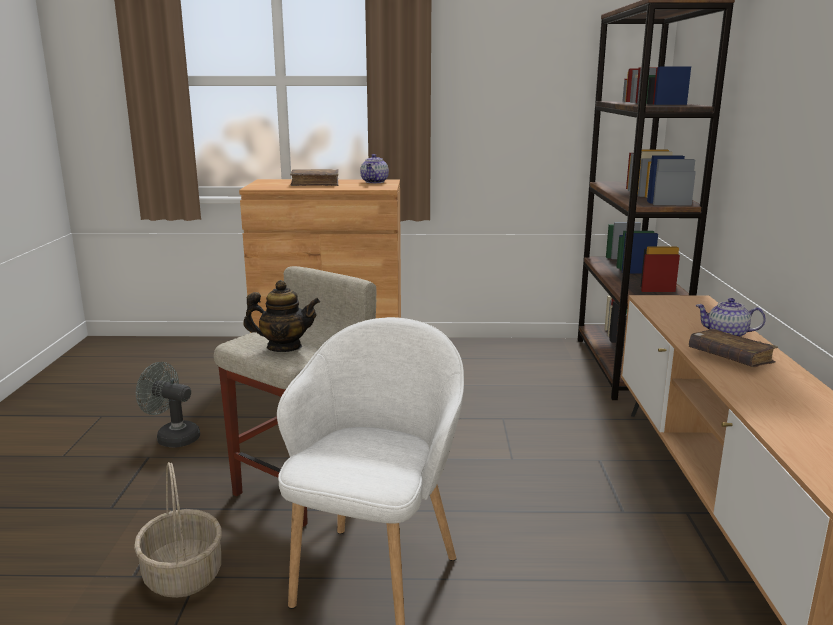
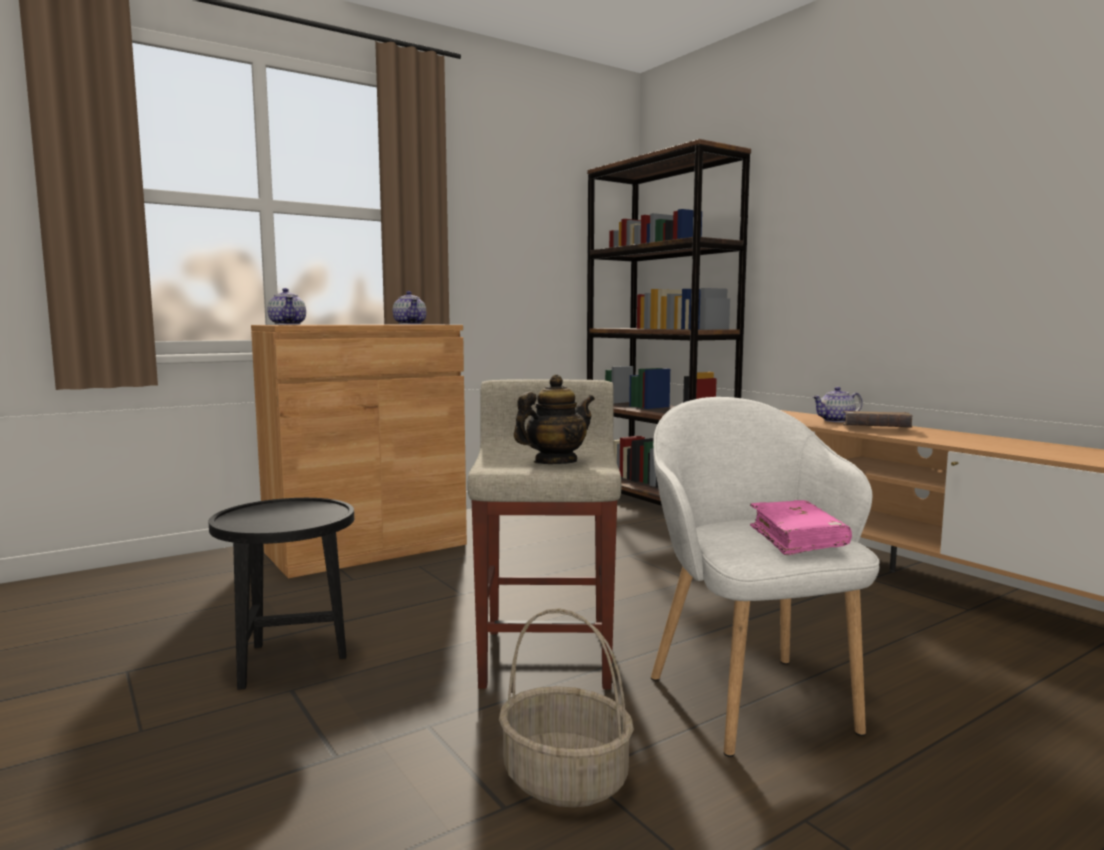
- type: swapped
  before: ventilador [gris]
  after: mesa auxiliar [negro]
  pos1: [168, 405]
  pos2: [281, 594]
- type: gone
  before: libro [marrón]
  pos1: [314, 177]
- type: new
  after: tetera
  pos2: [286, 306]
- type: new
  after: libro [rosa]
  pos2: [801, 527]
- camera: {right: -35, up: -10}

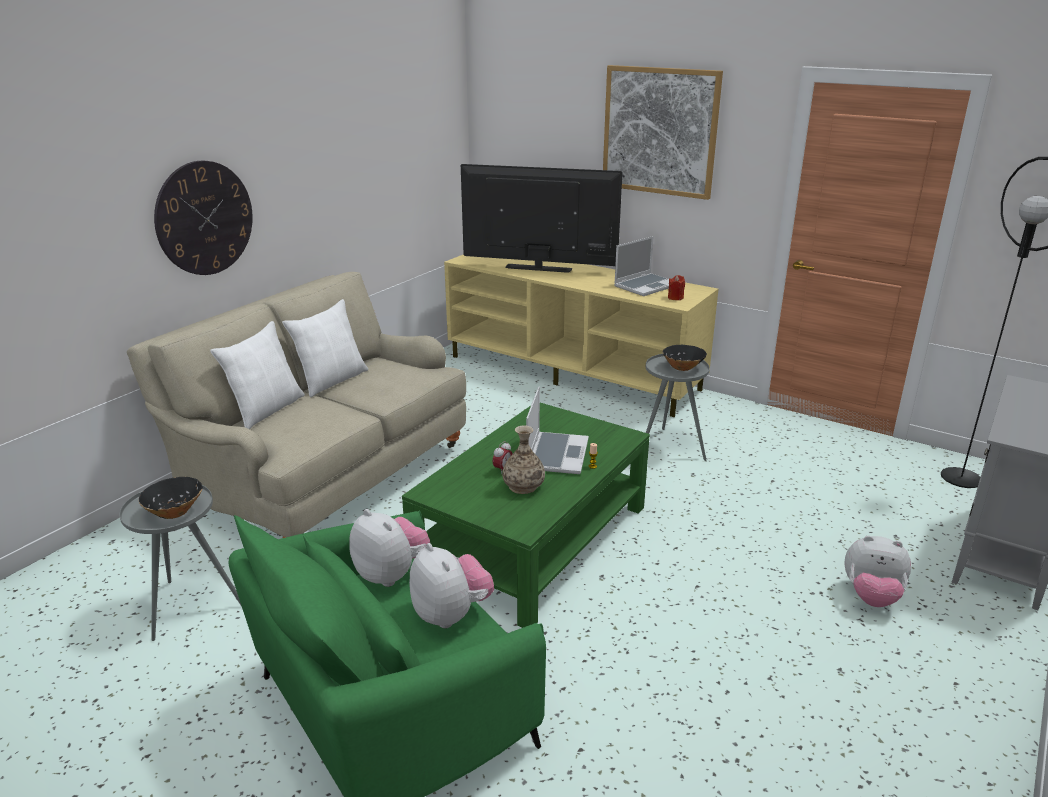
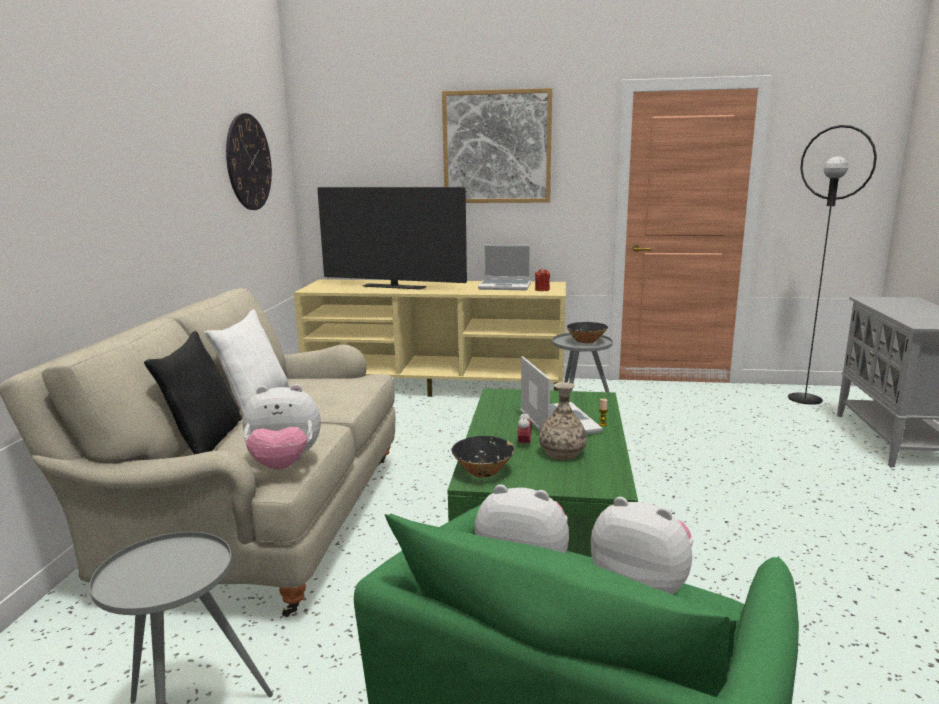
- type: shifted
  before: cuenco [negro]
  pos1: [171, 498]
  pos2: [483, 457]
- type: shifted
  before: reloj de pared
  pos1: [203, 218]
  pos2: [249, 161]
- type: repainted
  before: cojín [blanco]
  after: cojín [negro]
  pos1: [257, 375]
  pos2: [193, 393]
- type: rotated
  before: televisor
  pos1: [542, 218]
  pos2: [392, 238]
  turn: -150
- type: rotated
  before: portátil
  pos1: [641, 266]
  pos2: [504, 267]
  turn: 75
- type: shifted
  before: peluche
  pos1: [877, 571]
  pos2: [282, 427]
- camera: {right: -25, up: -10}

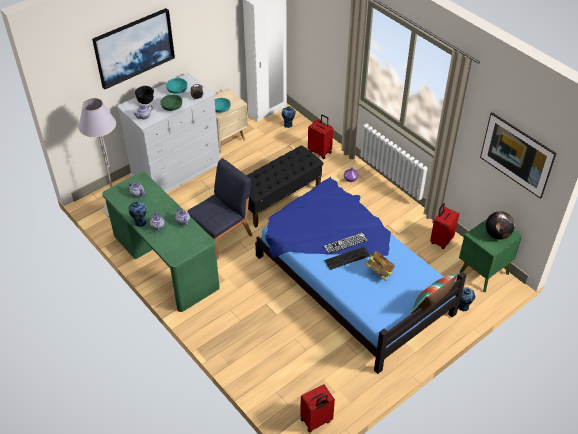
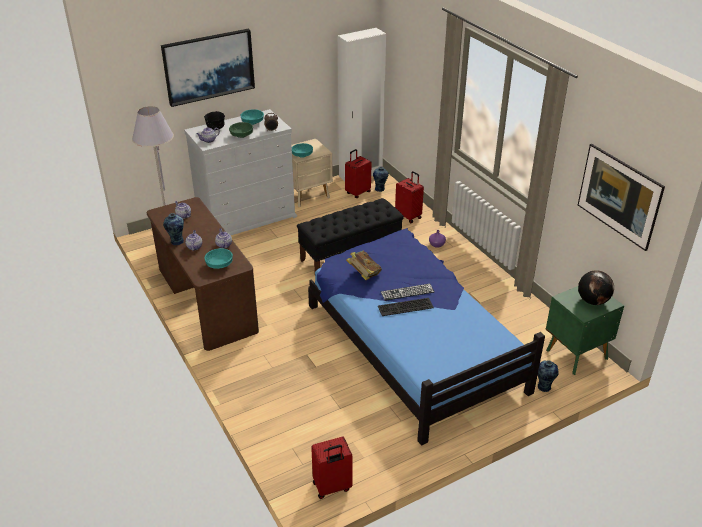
- type: repainted
  before: escritorio [verde]
  after: escritorio [marrón]
  pos1: [161, 242]
  pos2: [203, 274]
- type: gone
  before: silla [azul]
  pos1: [219, 208]
- type: shifted
  before: libro
  pos1: [380, 266]
  pos2: [364, 265]
- type: gone
  before: cojín
  pos1: [434, 293]
- type: shifted
  before: maleta [rojo]
  pos1: [444, 226]
  pos2: [358, 173]
- type: new
  after: cuenco [turquesa]
  pos2: [218, 258]
- camera: {right: 10, up: -10}

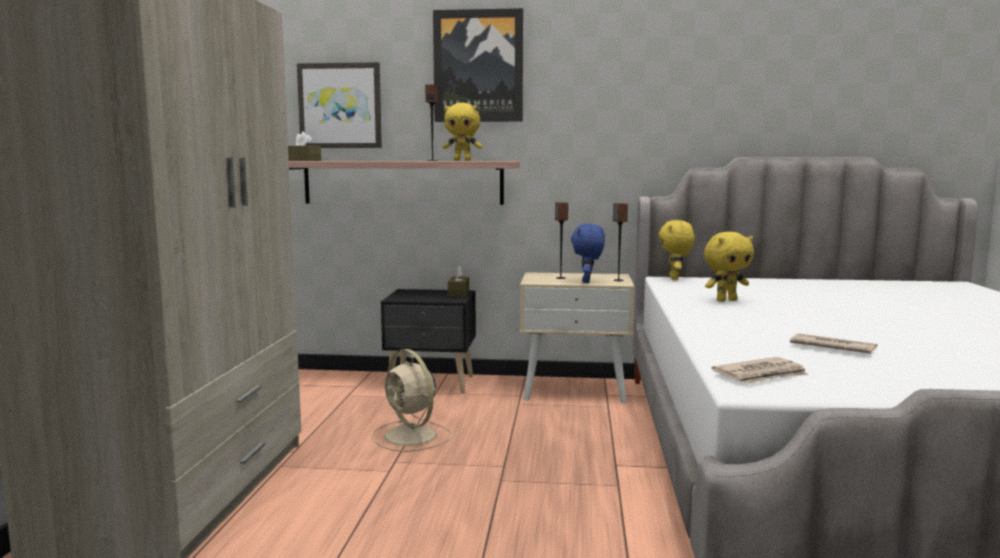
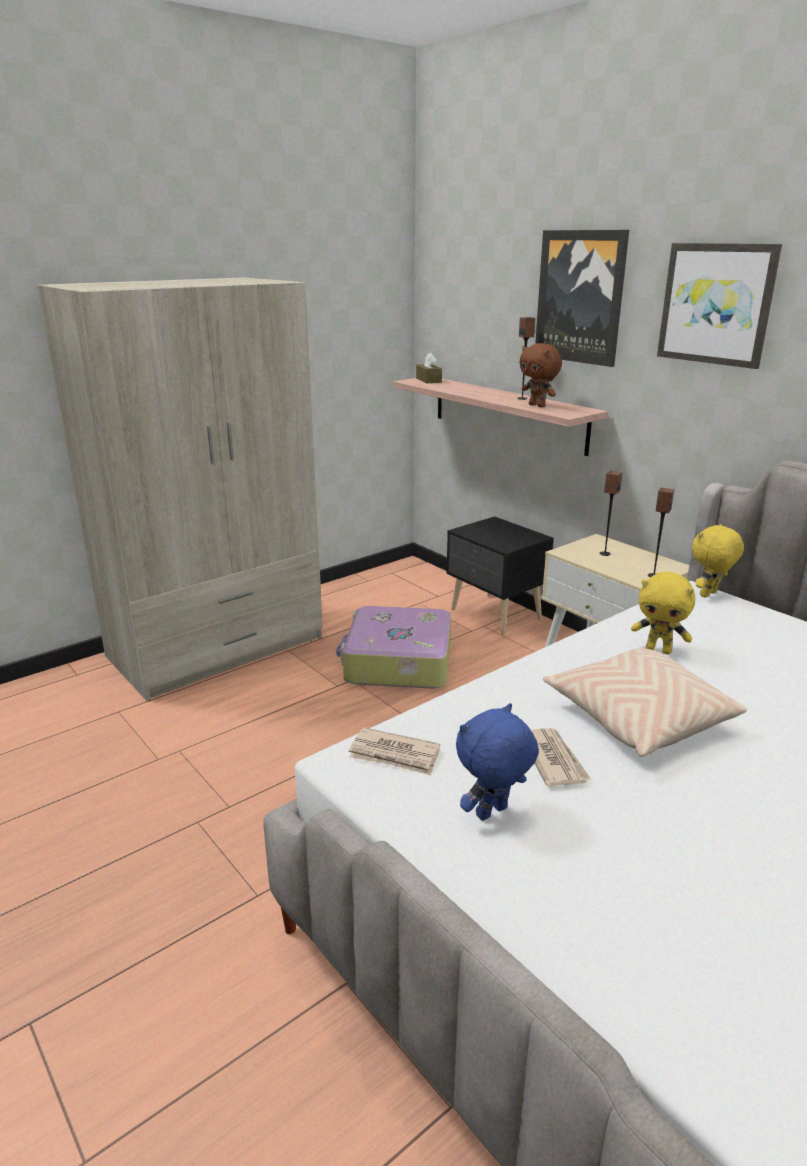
- type: shifted
  before: cuadro
  pos1: [339, 105]
  pos2: [719, 306]
- type: swapped
  before: ventilador [beis]
  after: maleta
  pos1: [412, 400]
  pos2: [393, 647]
- type: repainted
  before: peluche [amarillo]
  after: peluche [marrón]
  pos1: [462, 131]
  pos2: [541, 375]
- type: gone
  before: caja de pañuelos [marrón]
  pos1: [458, 281]
- type: shifted
  before: peluche [azul]
  pos1: [588, 253]
  pos2: [497, 762]
- type: new
  after: cojín [beis]
  pos2: [645, 702]
- camera: {right: 45, up: 15}

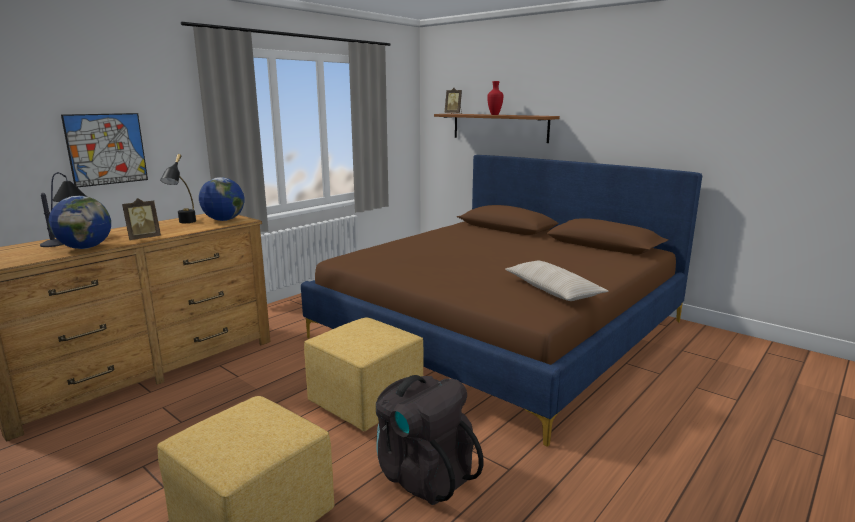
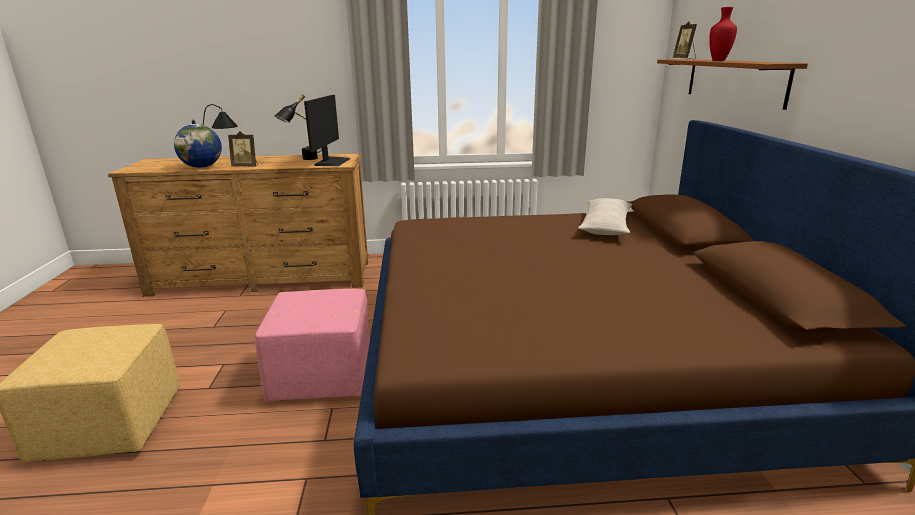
- type: gone
  before: cuadro
  pos1: [104, 150]
- type: swapped
  before: globo terráqueo
  after: monitor
  pos1: [221, 199]
  pos2: [327, 130]
- type: repainted
  before: puf [amarillo]
  after: puf [rosa]
  pos1: [363, 374]
  pos2: [312, 345]
- type: gone
  before: mochila [negro]
  pos1: [430, 440]
- type: shifted
  before: cojín [beis]
  pos1: [556, 281]
  pos2: [605, 216]
- camera: {right: 45, up: 5}

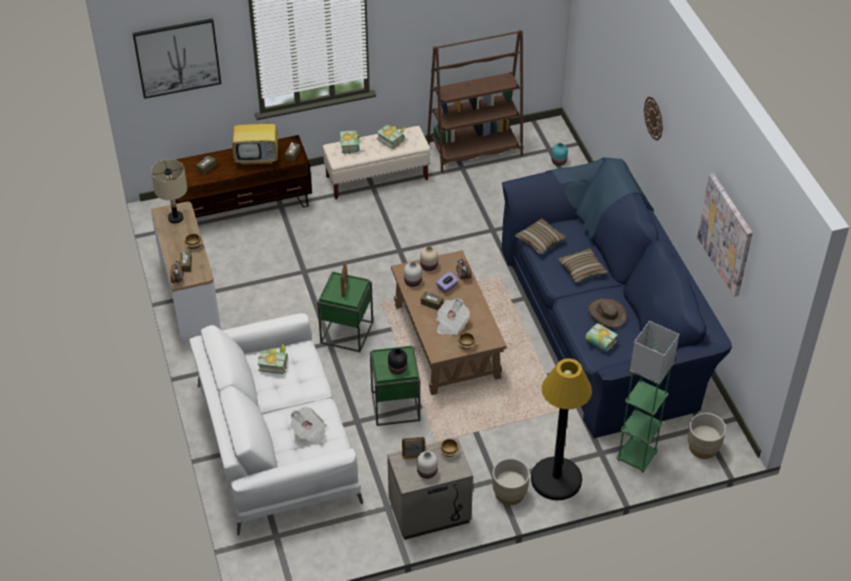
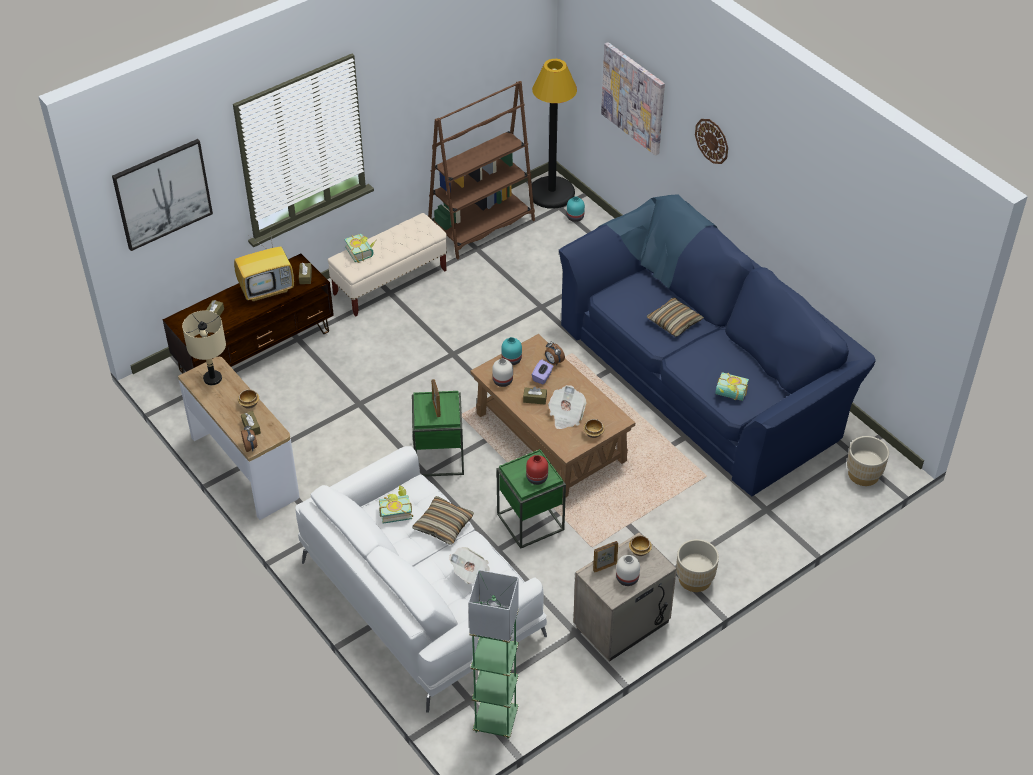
- type: gone
  before: libro
  pos1: [390, 137]
- type: repainted
  before: florero [negro]
  after: florero [rojo]
  pos1: [397, 362]
  pos2: [537, 470]
- type: repainted
  before: florero [beis]
  after: florero [turquesa]
  pos1: [429, 258]
  pos2: [511, 351]
- type: shifted
  before: cojín
  pos1: [540, 236]
  pos2: [443, 520]
- type: shifted
  before: lámpara de pie [negro]
  pos1: [561, 429]
  pos2: [554, 134]
- type: gone
  before: sombrero [marrón]
  pos1: [607, 313]
- type: shifted
  before: lámpara de pie [verde]
  pos1: [647, 397]
  pos2: [493, 654]
- type: shifted
  before: cuadro
  pos1: [725, 235]
  pos2: [633, 99]
- camera: {right: -20, up: 0}

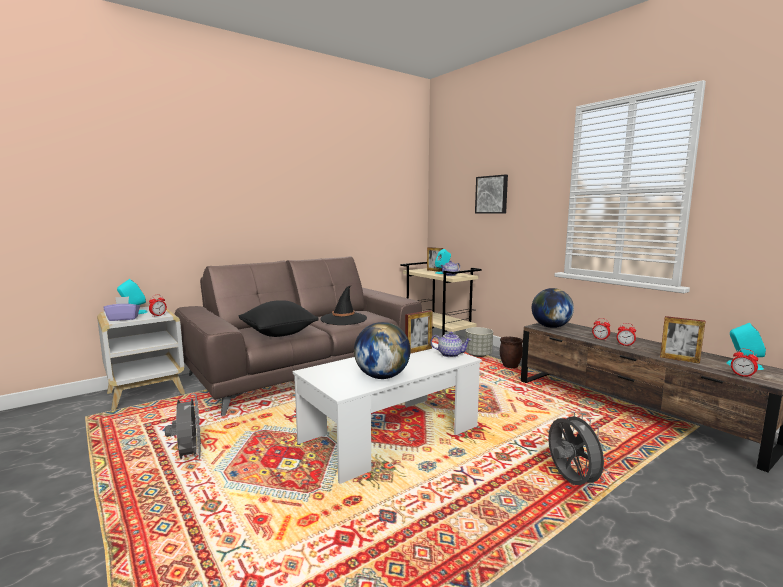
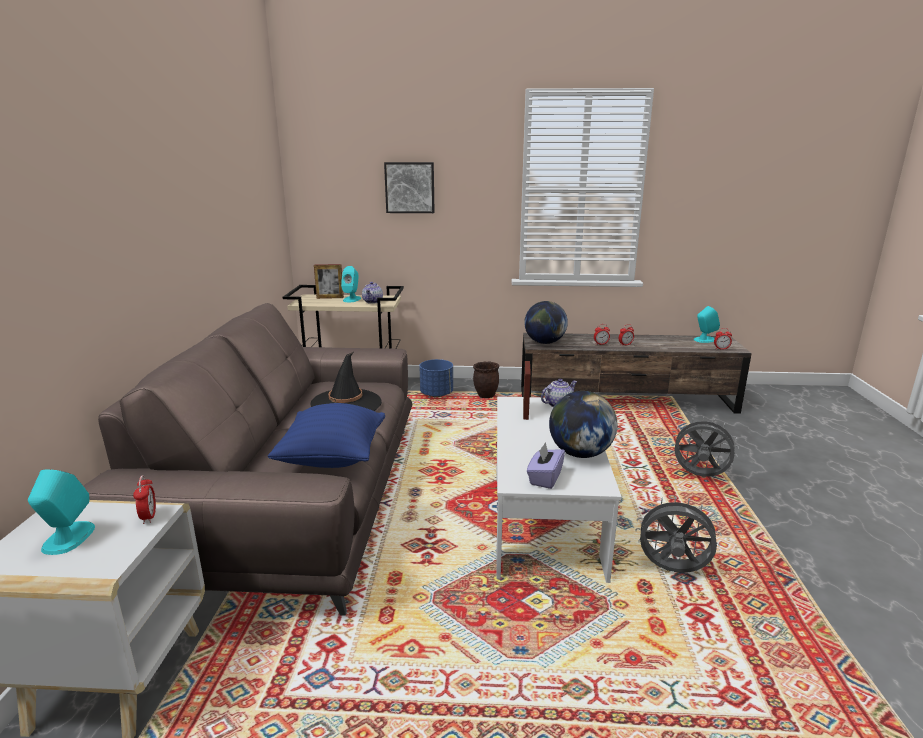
- type: shifted
  before: caja de pañuelos [morado]
  pos1: [121, 309]
  pos2: [546, 465]
- type: shifted
  before: ventilador [gris]
  pos1: [183, 427]
  pos2: [679, 534]
- type: repainted
  before: cojín [negro]
  after: cojín [azul]
  pos1: [279, 318]
  pos2: [326, 435]
- type: repainted
  before: maceta [gris]
  after: maceta [azul]
  pos1: [479, 342]
  pos2: [436, 378]
- type: gone
  before: portarretratos
  pos1: [682, 340]
- camera: {right: -50, up: 10}

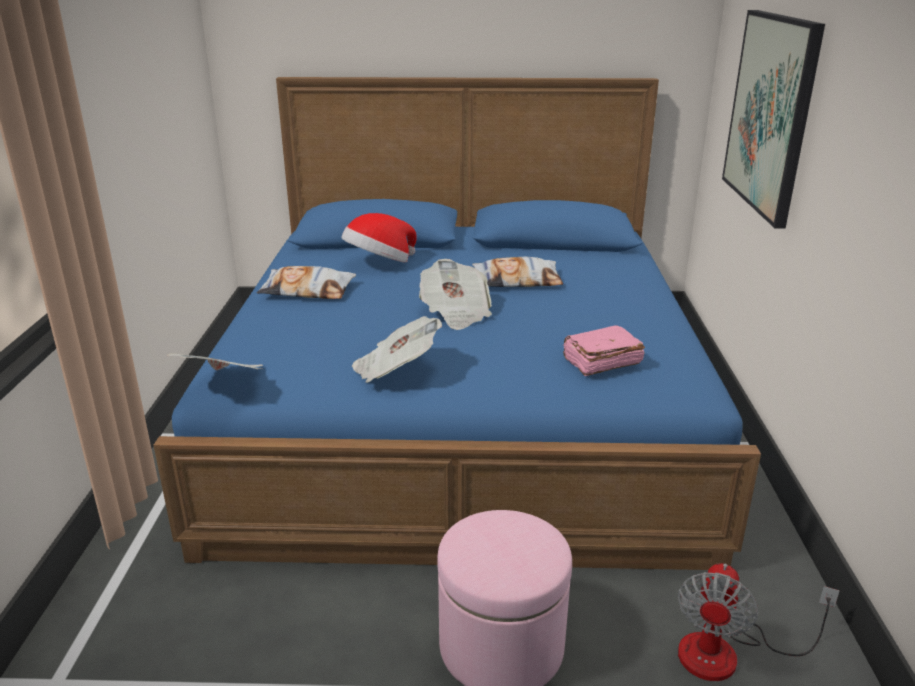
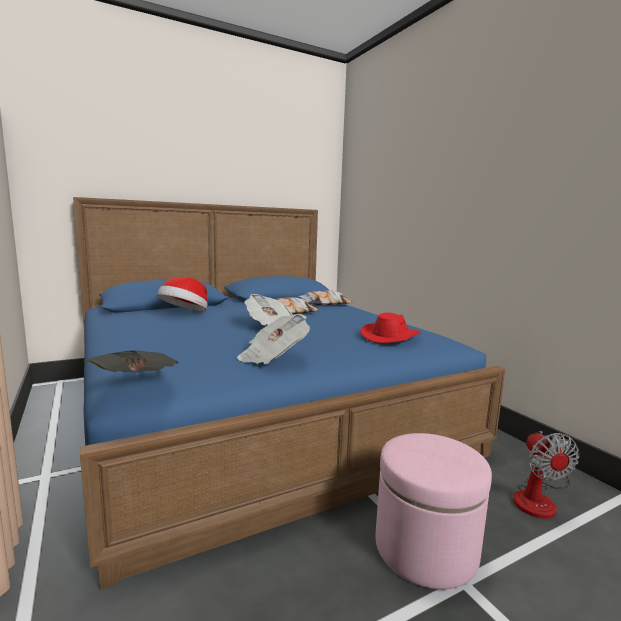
- type: shifted
  before: cojín
  pos1: [306, 282]
  pos2: [325, 298]
- type: swapped
  before: libro [rosa]
  after: sombrero [rojo]
  pos1: [604, 350]
  pos2: [390, 328]
- type: gone
  before: cuadro
  pos1: [773, 119]
- camera: {right: -30, up: -15}

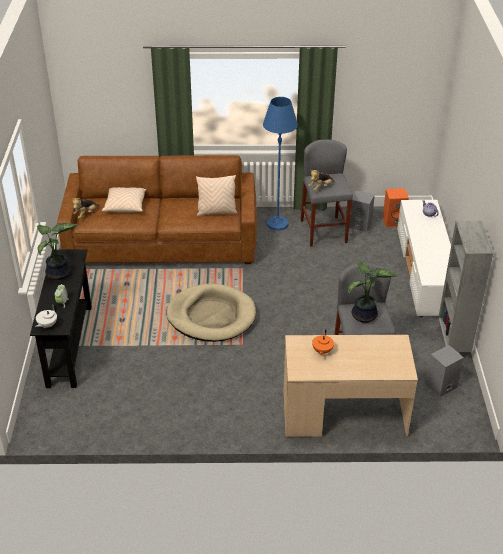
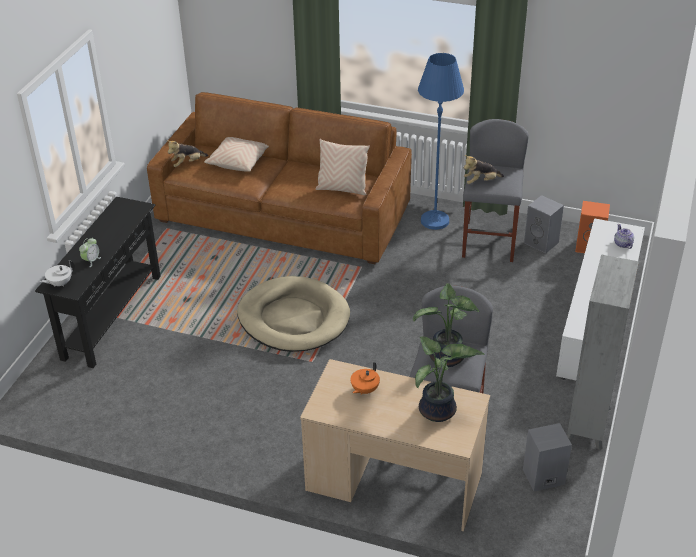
- type: shifted
  before: planta en maceta
  pos1: [57, 251]
  pos2: [449, 379]
- camera: {right: 20, up: 0}

